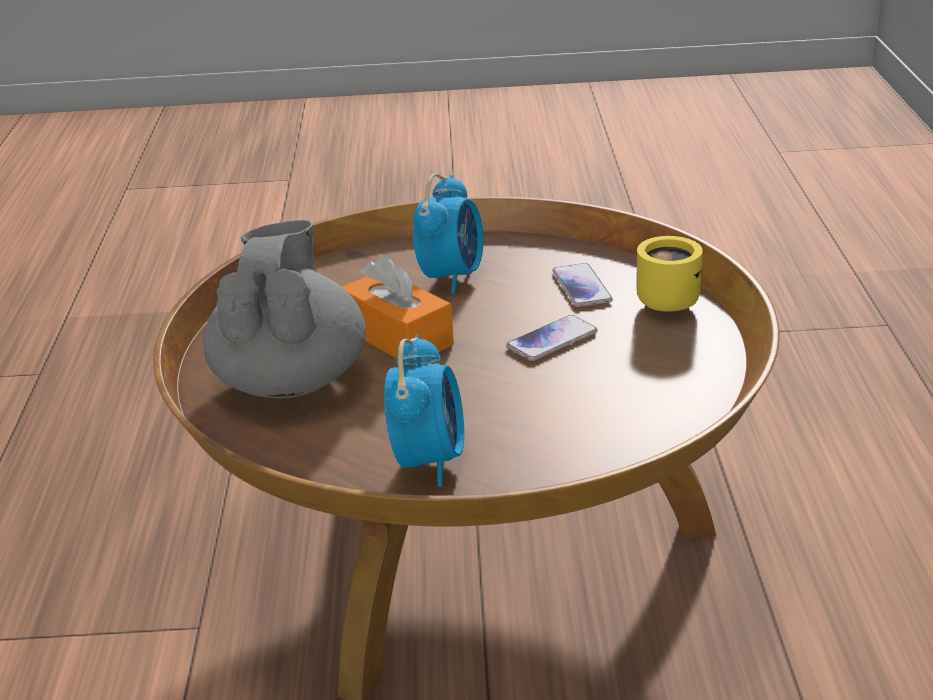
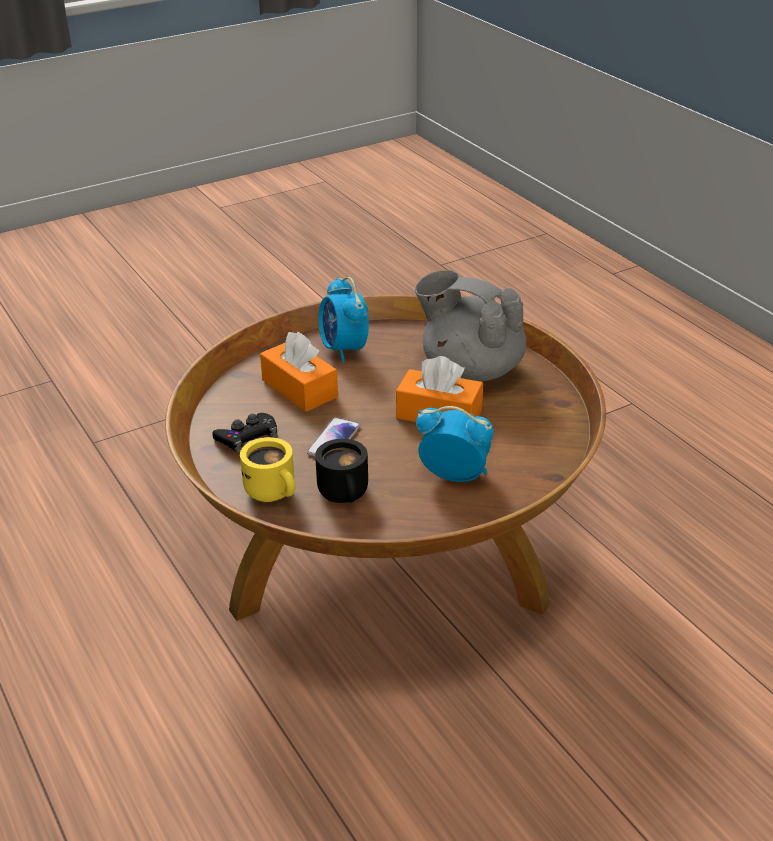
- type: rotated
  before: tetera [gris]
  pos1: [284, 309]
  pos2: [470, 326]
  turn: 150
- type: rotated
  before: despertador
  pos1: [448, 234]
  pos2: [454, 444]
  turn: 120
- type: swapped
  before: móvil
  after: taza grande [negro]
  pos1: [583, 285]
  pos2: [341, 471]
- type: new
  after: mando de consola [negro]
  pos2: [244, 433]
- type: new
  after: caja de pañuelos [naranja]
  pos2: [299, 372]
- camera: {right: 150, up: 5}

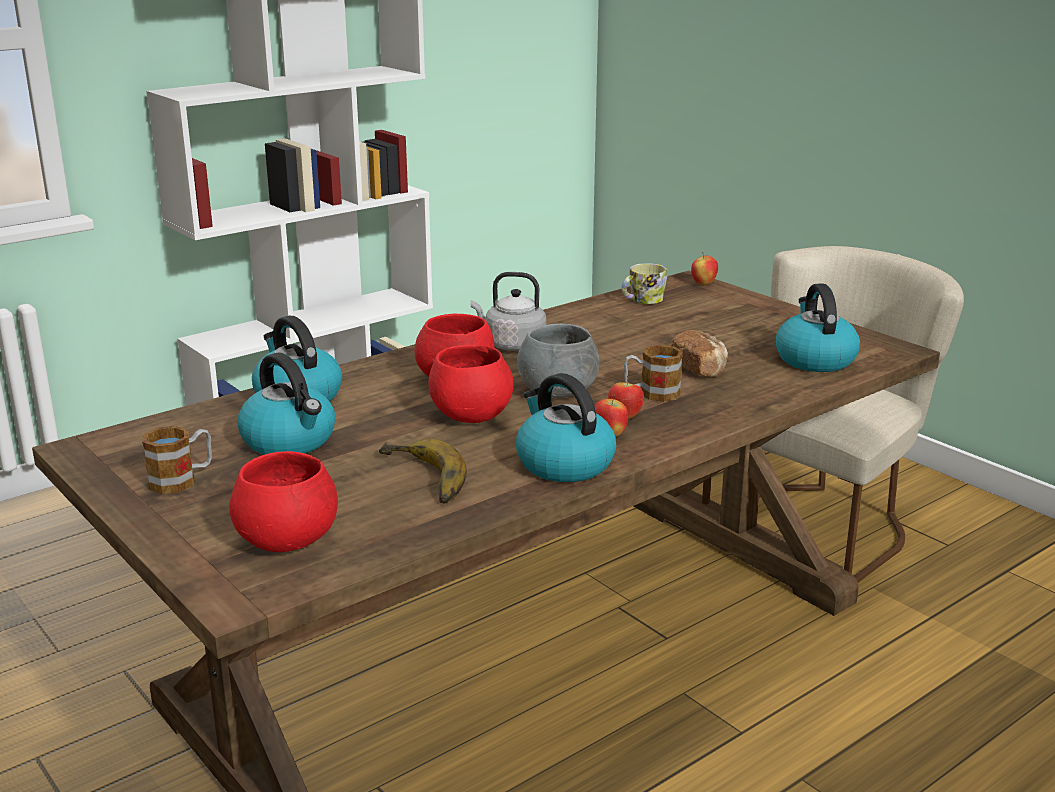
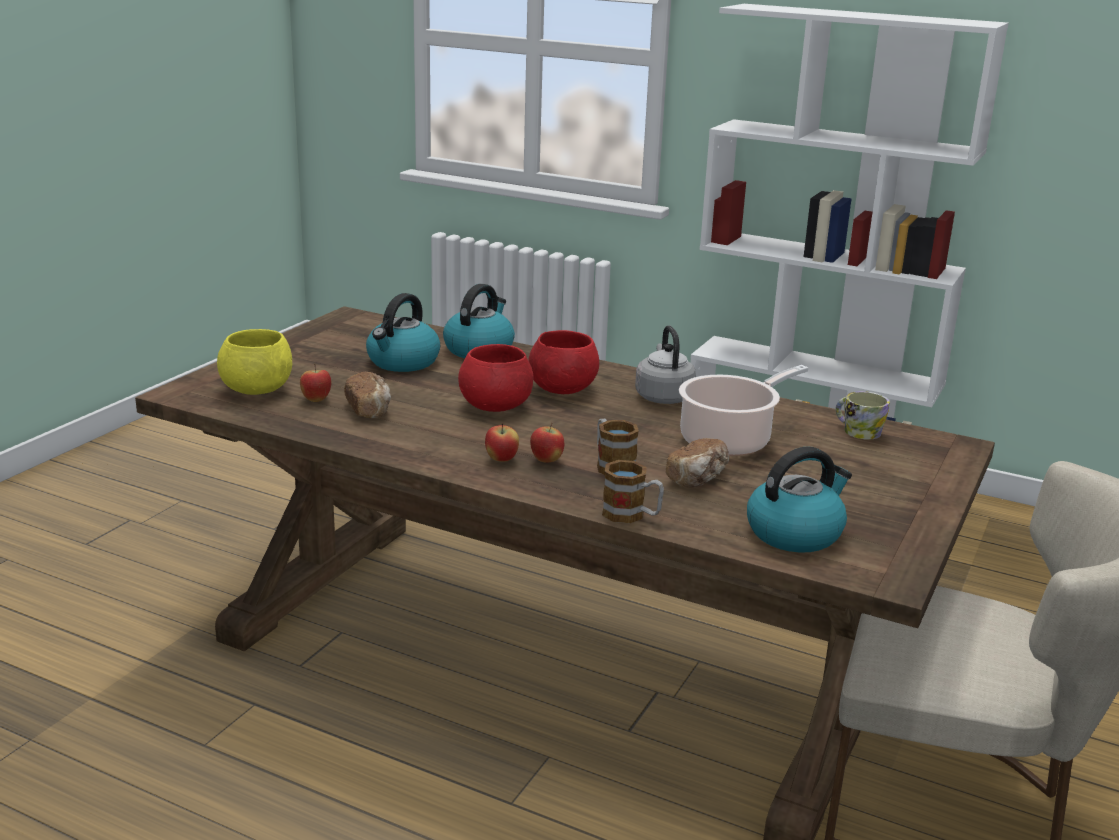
- type: shifted
  before: taza grande
  pos1: [177, 460]
  pos2: [633, 491]
- type: repainted
  before: cuenco [rojo]
  after: cuenco [amarillo]
  pos1: [283, 501]
  pos2: [254, 362]
- type: swapped
  before: plátano
  after: pan
  pos1: [423, 471]
  pos2: [367, 395]
- type: gone
  before: hervidor
  pos1: [566, 427]
- type: gone
  before: cuenco [gris]
  pos1: [558, 361]
- type: shifted
  before: manzana
  pos1: [704, 268]
  pos2: [315, 383]
- type: new
  after: olla
  pos2: [744, 410]
- camera: {right: 65, up: 0}

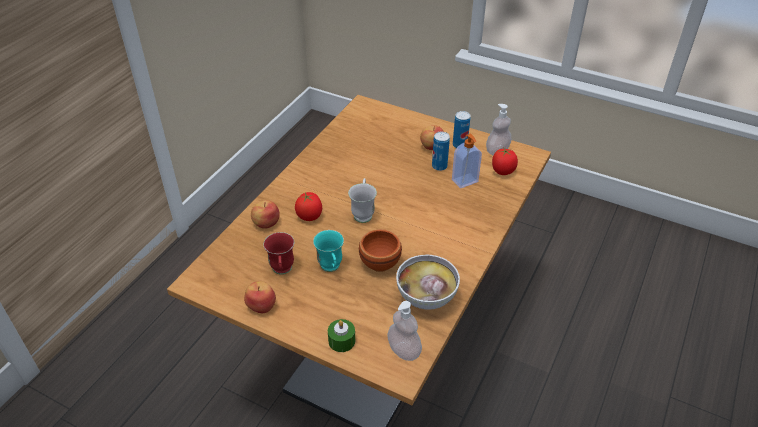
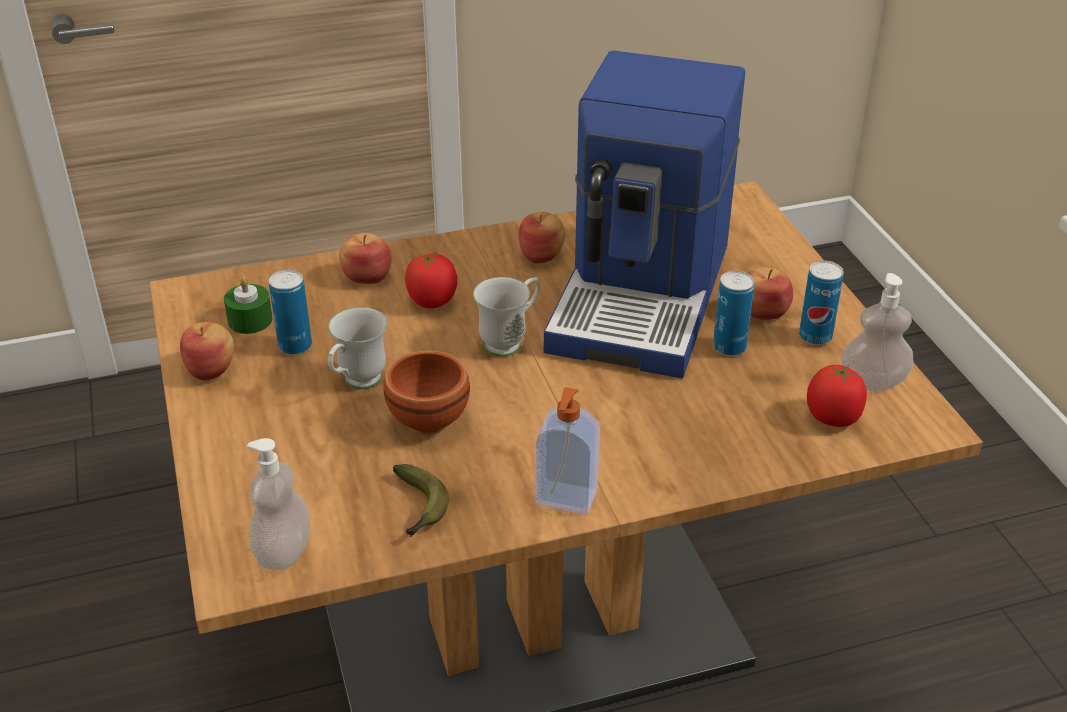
- type: swapped
  before: taza grande [rojo]
  after: lata
  pos1: [278, 253]
  pos2: [290, 312]
- type: repainted
  before: taza grande [turquesa]
  after: taza grande [blanco]
  pos1: [328, 251]
  pos2: [357, 348]
- type: shifted
  before: vela [verde]
  pos1: [341, 335]
  pos2: [248, 305]
- type: swapped
  before: cuenco
  after: plátano
  pos1: [428, 282]
  pos2: [421, 500]
- type: shifted
  before: dispensador de jabón
  pos1: [467, 161]
  pos2: [568, 451]
- type: new
  after: manzana
  pos2: [542, 238]
- type: new
  after: cafetera
  pos2: [645, 214]
- camera: {right: 45, up: -5}

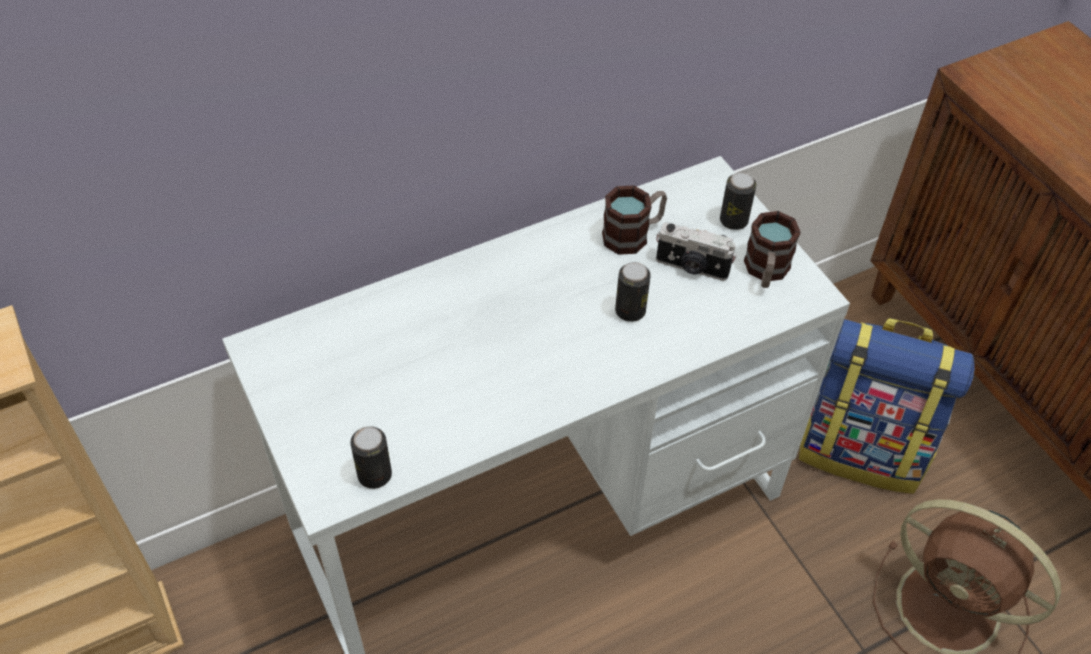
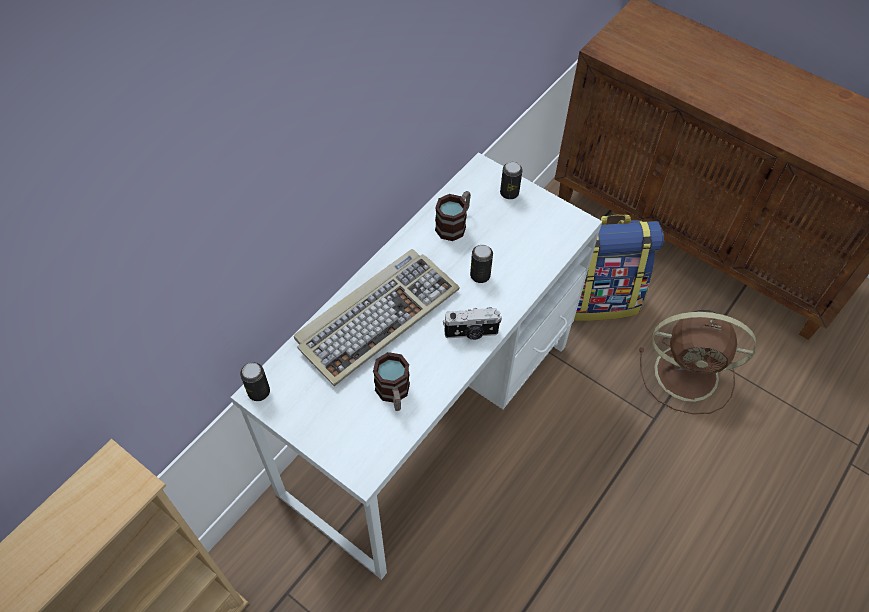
- type: shifted
  before: lata
  pos1: [371, 457]
  pos2: [255, 381]
- type: shifted
  before: cámara
  pos1: [696, 251]
  pos2: [472, 323]
- type: shifted
  before: taza grande
  pos1: [772, 249]
  pos2: [391, 381]
- type: new
  after: teclado
  pos2: [377, 317]
- camera: {right: -25, up: 5}

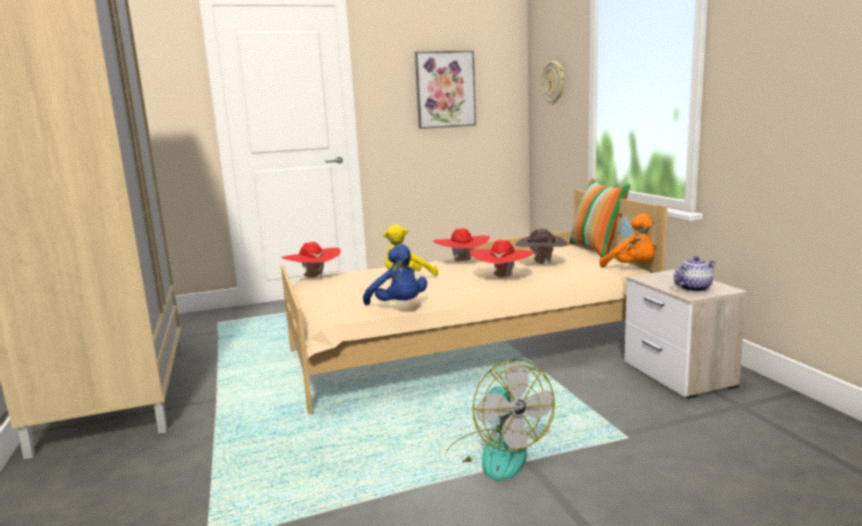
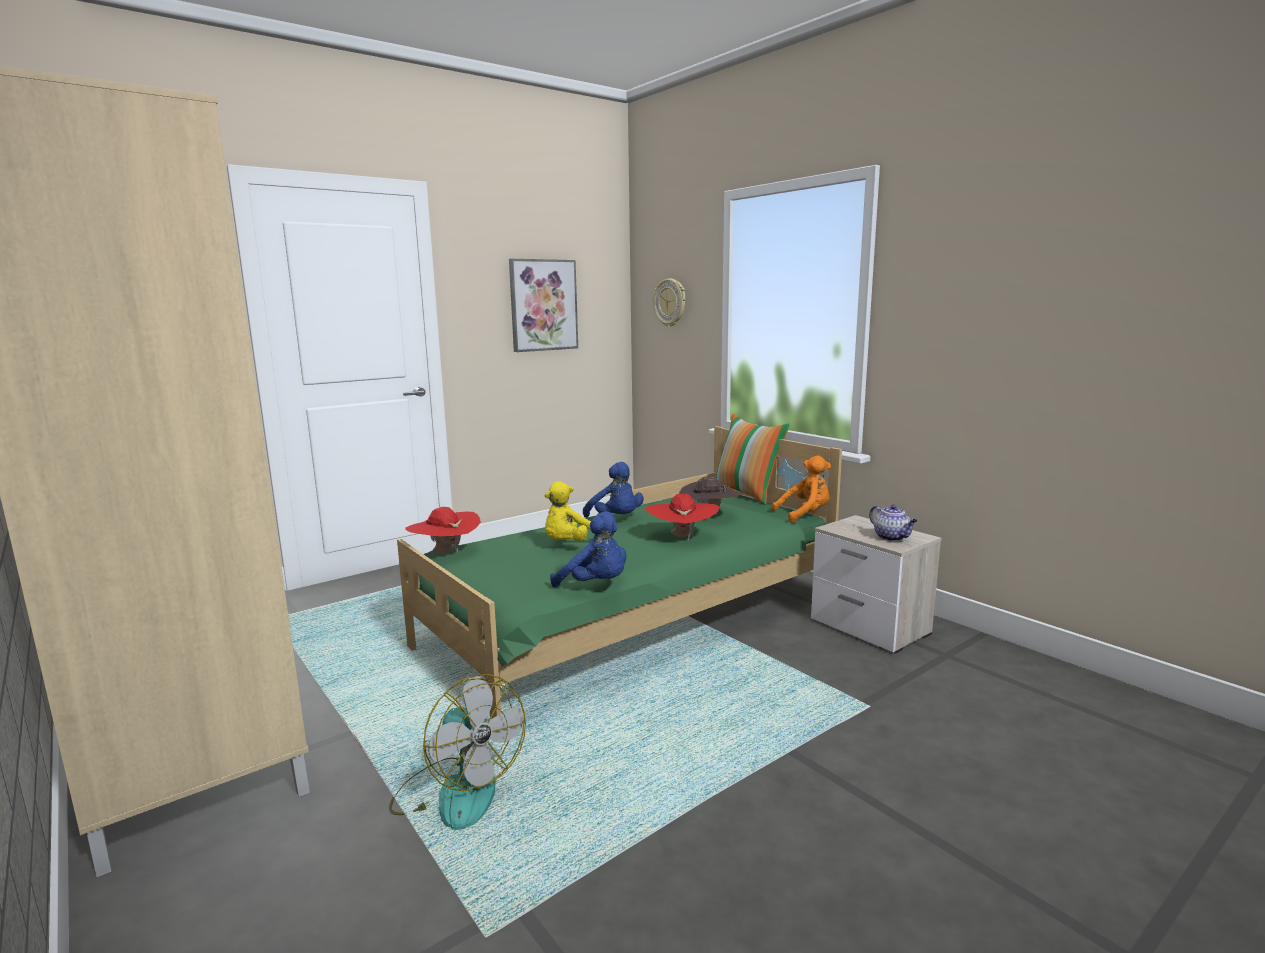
- type: repainted
  before: cama [beis]
  after: cama [verde]
  pos1: [474, 302]
  pos2: [619, 572]
- type: swapped
  before: sombrero [rojo]
  after: peluche [azul]
  pos1: [461, 244]
  pos2: [613, 490]
- type: shifted
  before: ventilador
  pos1: [500, 420]
  pos2: [457, 752]
- type: rotated
  before: peluche [naranja]
  pos1: [627, 240]
  pos2: [801, 489]
  turn: -45
- type: rotated
  before: tetera
  pos1: [695, 274]
  pos2: [893, 523]
  turn: 105
- camera: {right: -20, up: 0}

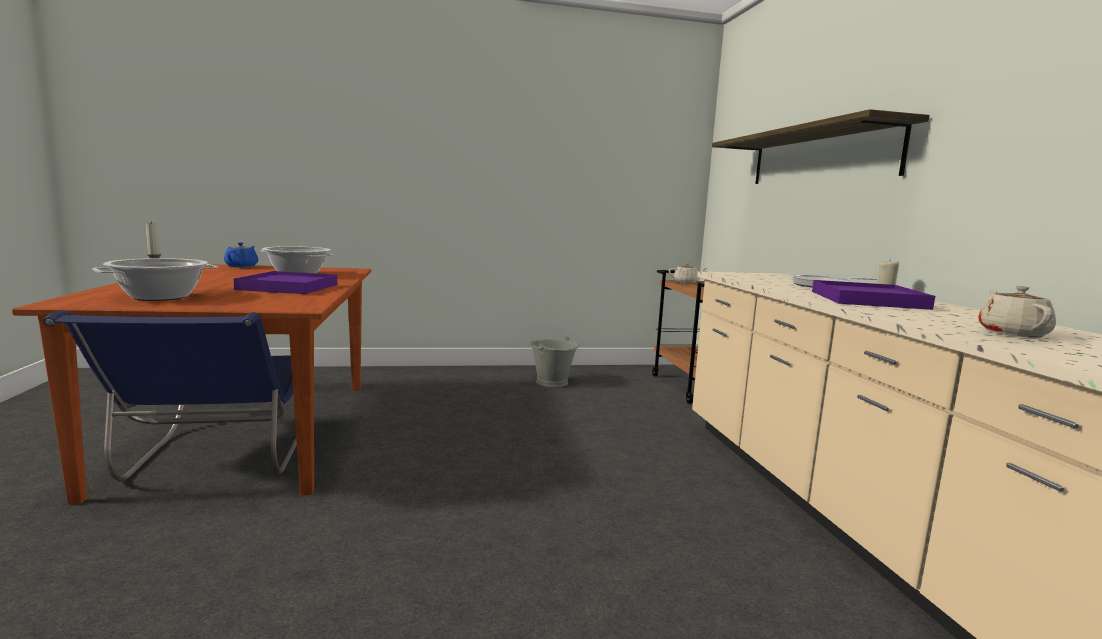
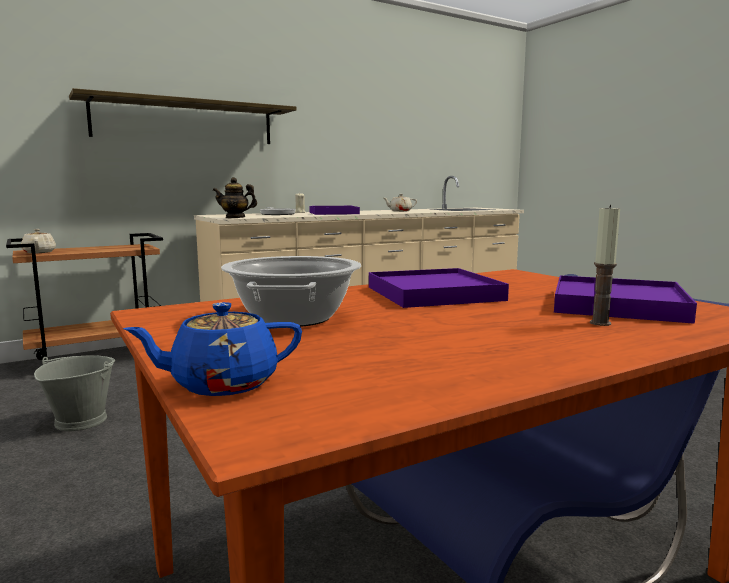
- type: swapped
  before: olla
  after: bandeja [morado]
  pos1: [155, 279]
  pos2: [625, 300]
- type: new
  after: tetera
  pos2: [235, 197]
- camera: {right: -110, up: 0}

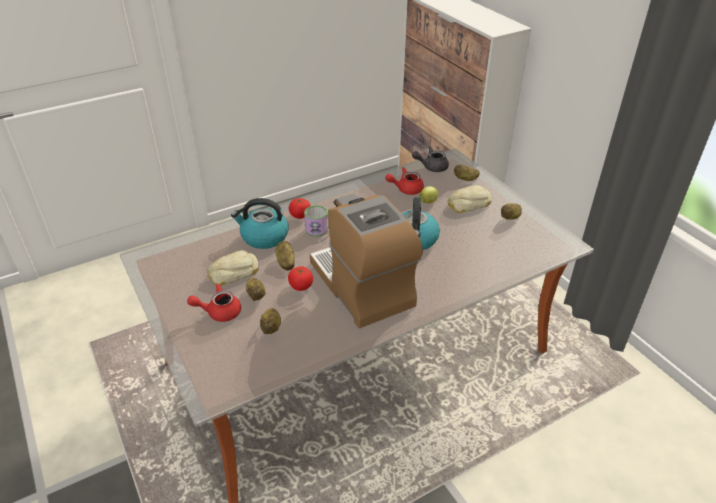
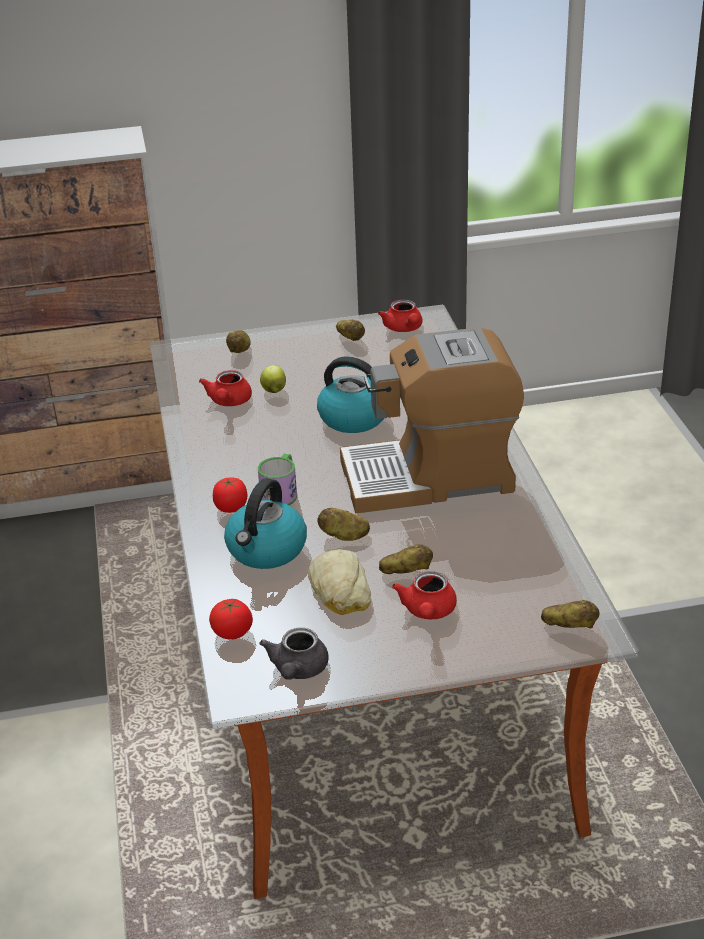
- type: shifted
  before: patata
  pos1: [270, 321]
  pos2: [570, 614]
- type: shifted
  before: tomate
  pos1: [300, 278]
  pos2: [231, 619]
- type: shifted
  before: tetera [gris]
  pos1: [430, 159]
  pos2: [294, 654]
- type: gone
  before: pan
  pos1: [469, 199]
- type: new
  after: tetera [rojo]
  pos2: [400, 316]
- camera: {right: -70, up: -5}

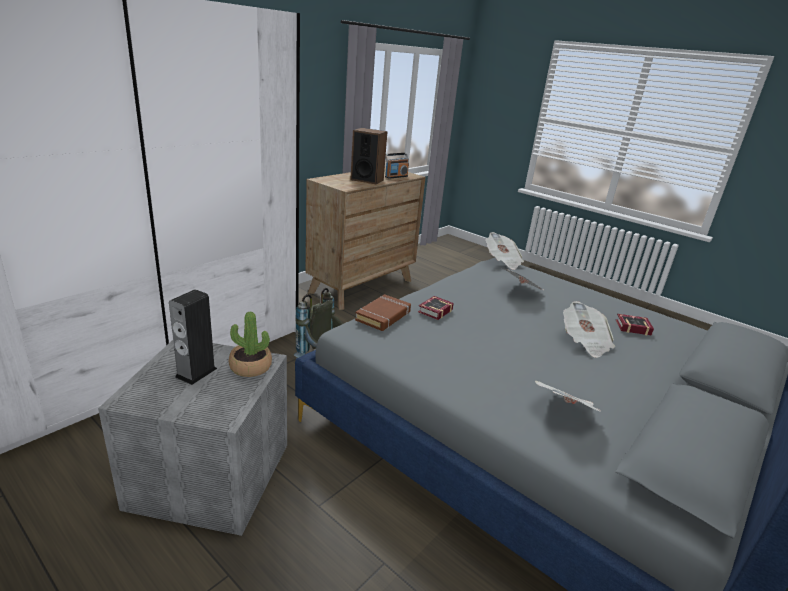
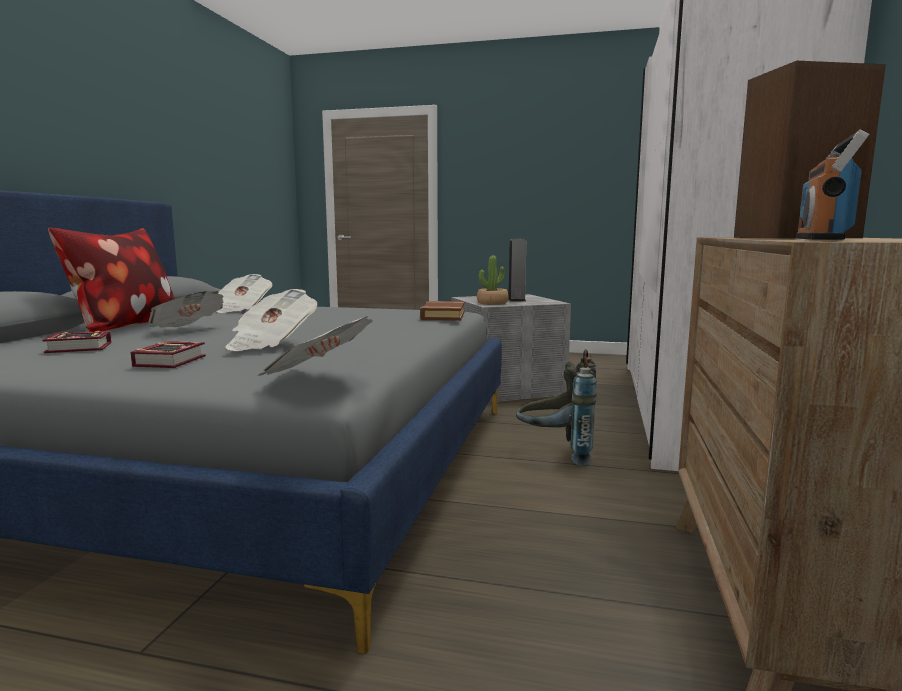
- type: shifted
  before: libro
  pos1: [436, 308]
  pos2: [168, 354]
- type: new
  after: cojín
  pos2: [111, 279]
- camera: {right: 155, up: -15}

